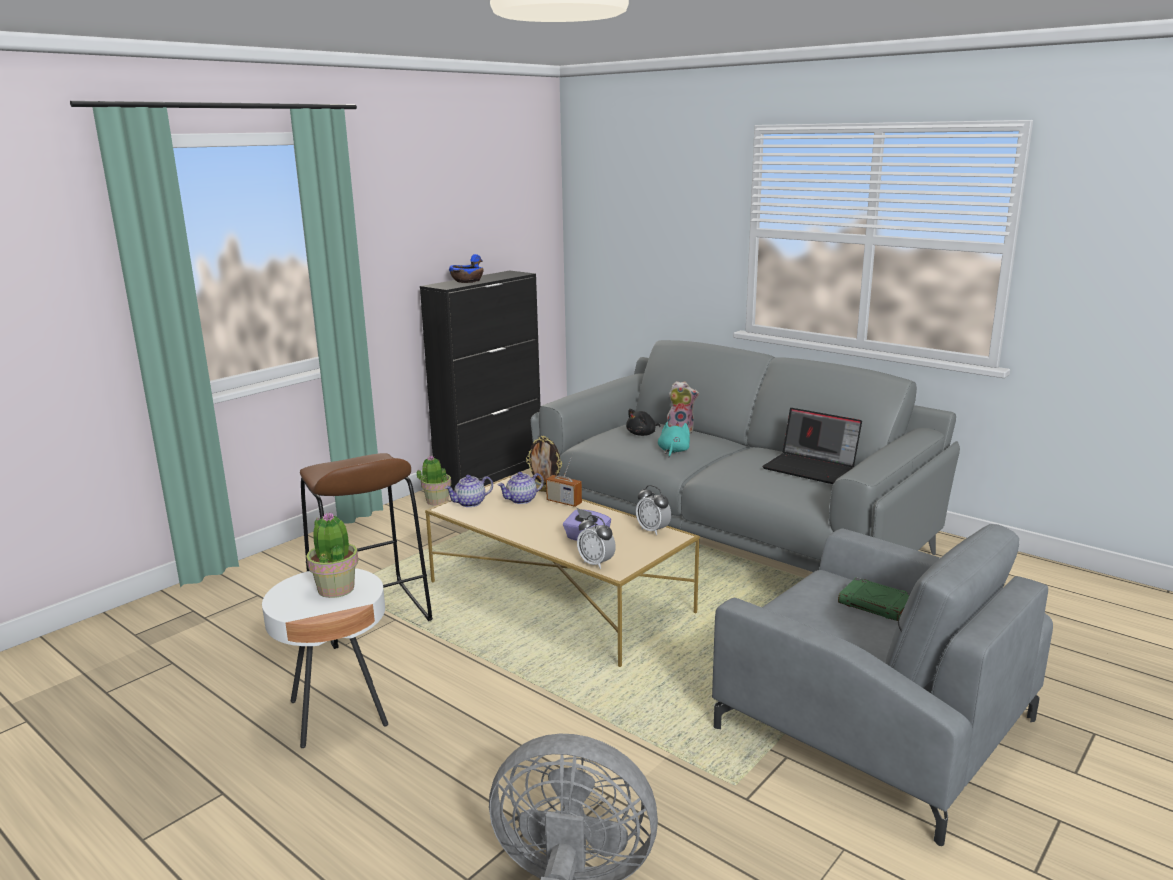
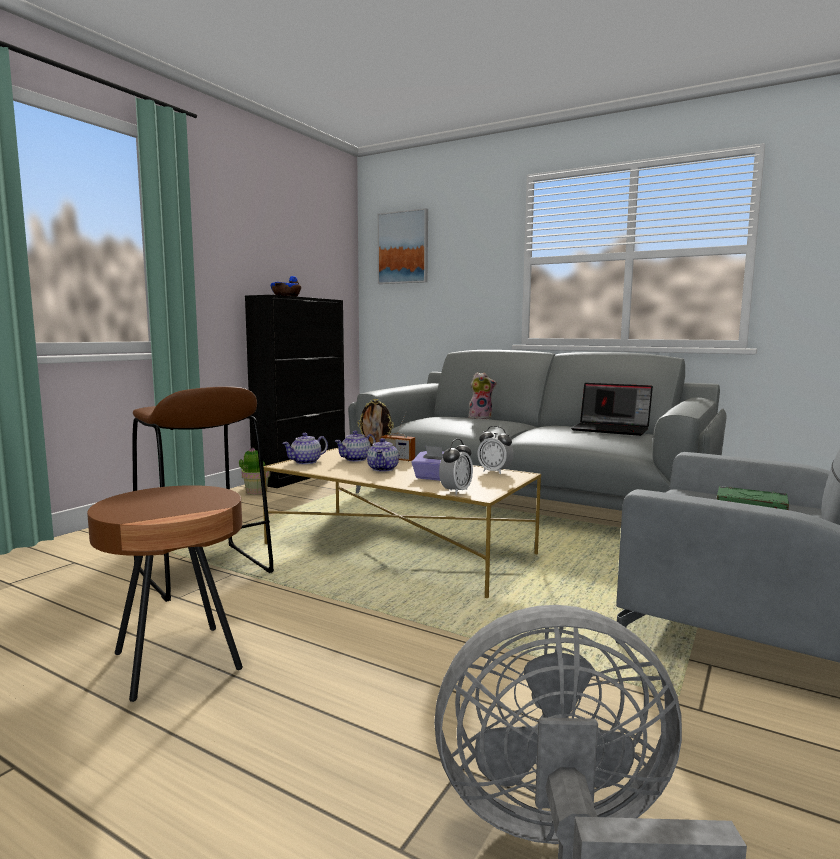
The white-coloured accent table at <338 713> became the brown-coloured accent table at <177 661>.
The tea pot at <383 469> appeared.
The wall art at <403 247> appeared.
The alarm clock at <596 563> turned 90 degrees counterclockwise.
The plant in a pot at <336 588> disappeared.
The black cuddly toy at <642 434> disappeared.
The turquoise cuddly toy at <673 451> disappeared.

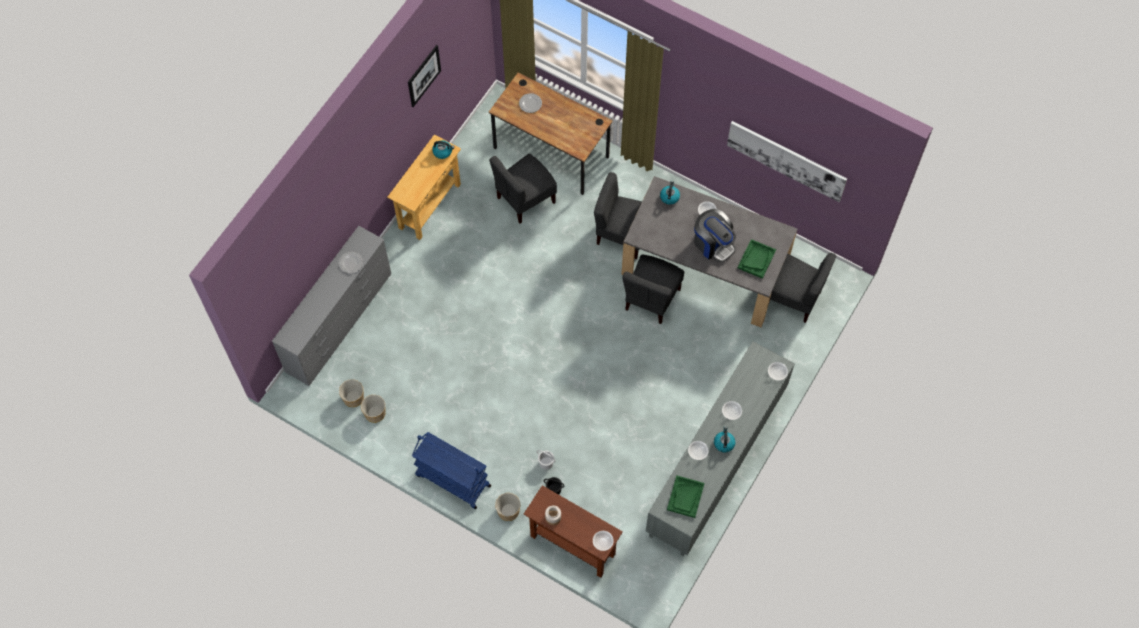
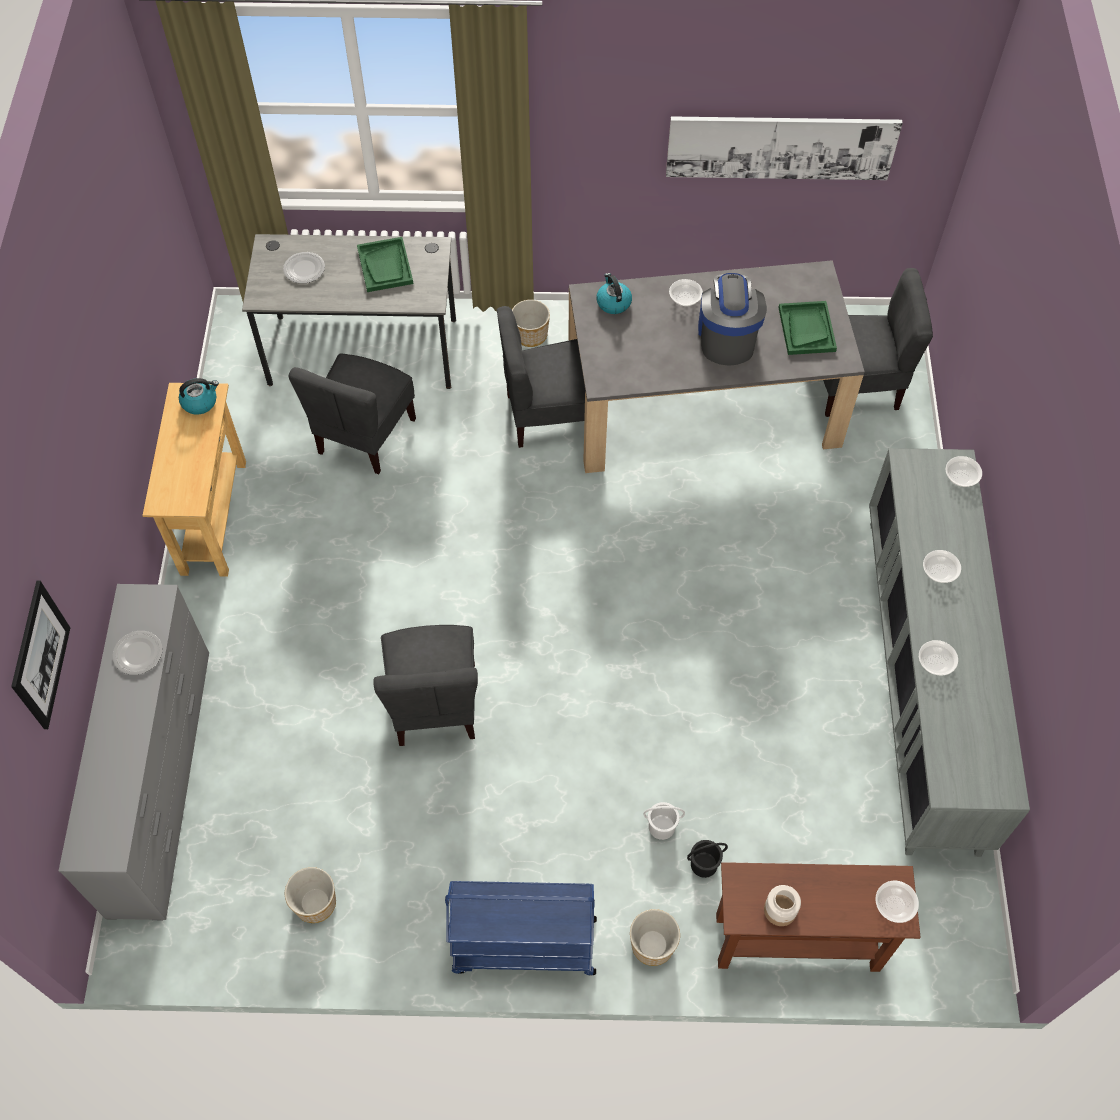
The wall art moved from <424 75> to <40 655>.
The brown-coloured desk unit at <551 152> became the gray desk unit at <363 351>.
The greenish carrying tray moved from <685 497> to <385 266>.
The gray chair moved from <651 299> to <435 704>.
The plant pot moved from <353 398> to <530 335>.
The coffee brewer at <713 243> turned 105 degrees counterclockwise.
The water kettle at <724 443> disappeared.

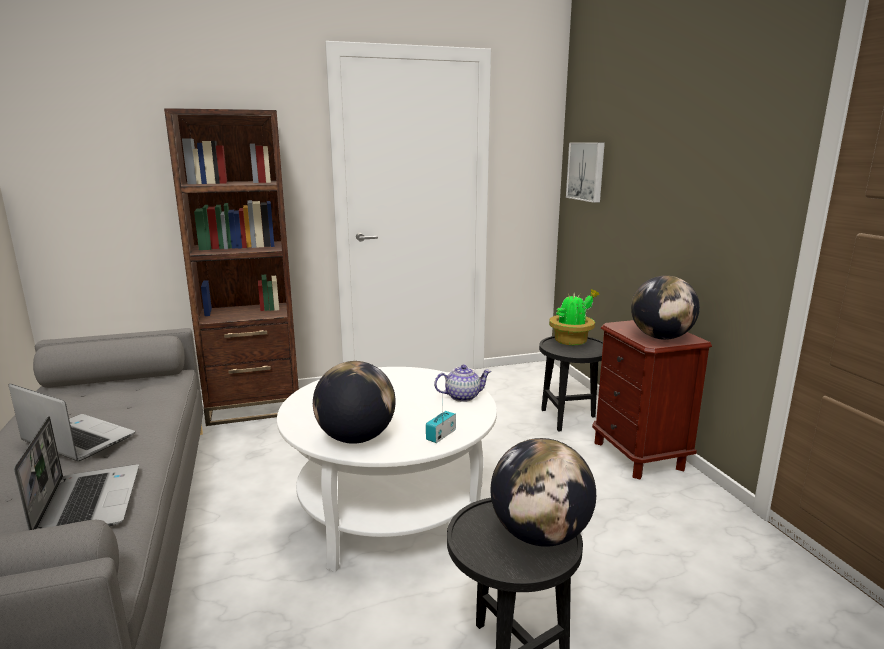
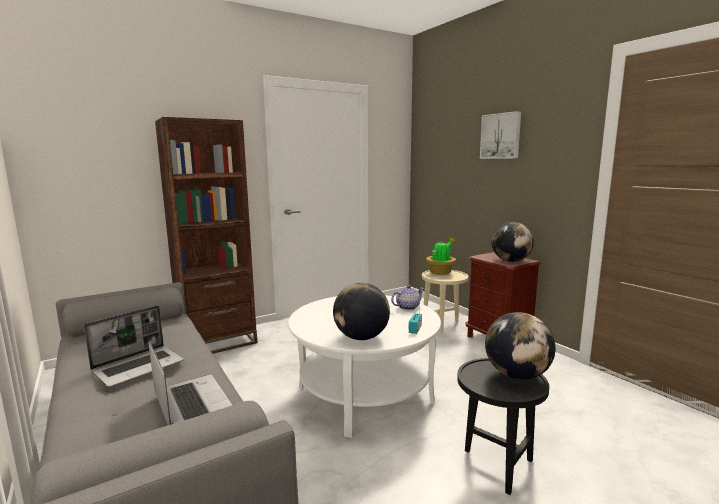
The laptop at <77 439> turned 120 degrees clockwise.
The black accent table at <569 418> became the beige accent table at <443 324>.
The wall art moved from <587 171> to <501 136>.

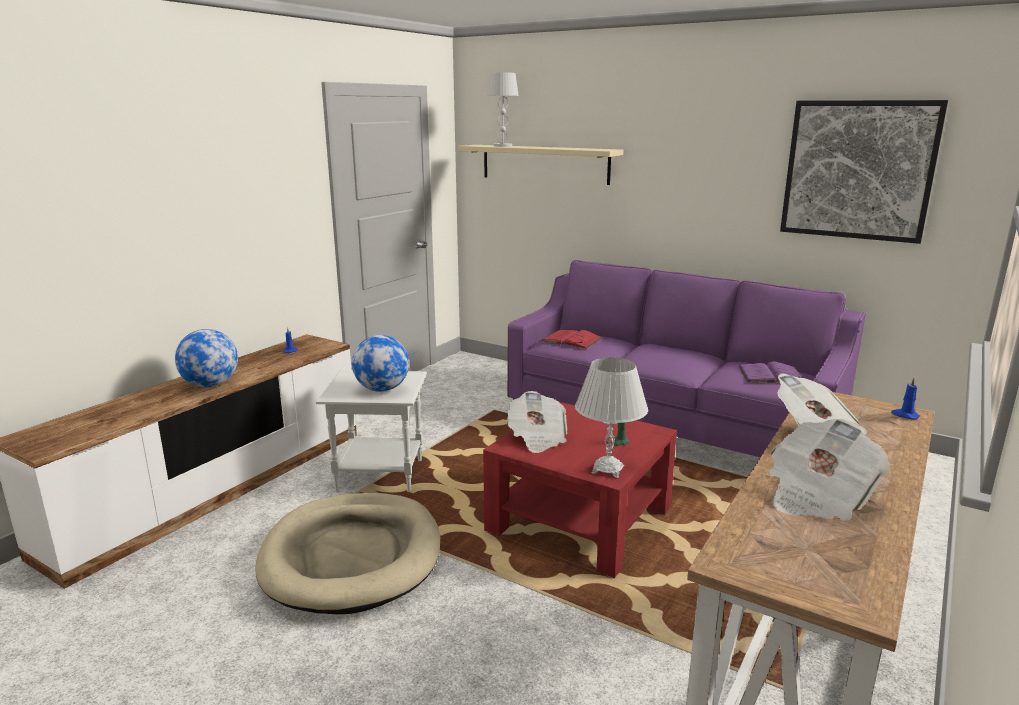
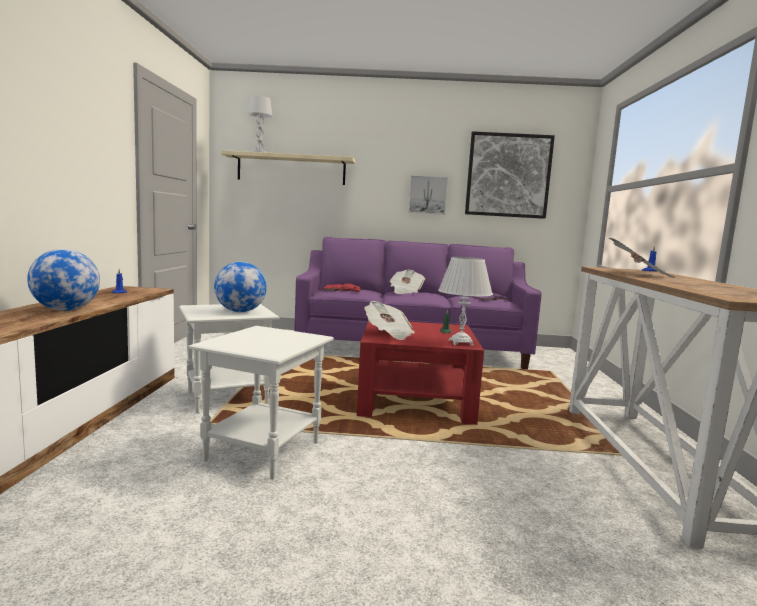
The beige pet bed at <352 556> was replaced by the white-coloured accent table at <264 451>.
The printed paper moved from <817 496> to <405 292>.
The wall art at <427 195> appeared.

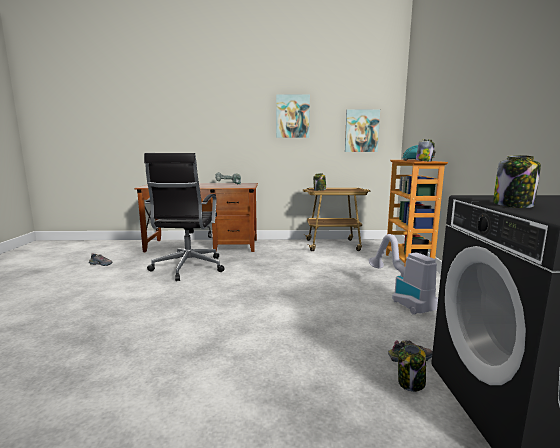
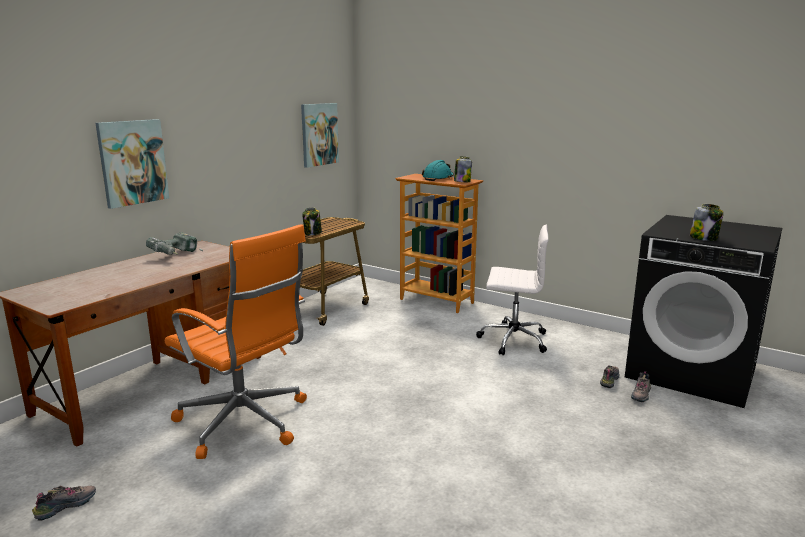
The wall art moved from <292 116> to <132 162>.
The black computer chair at <187 268> became the orange computer chair at <245 423>.
The vacuum cleaner at <401 300> was replaced by the white-coloured computer chair at <512 340>.
The preserve jar at <411 383> was replaced by the low shoe at <641 395>.

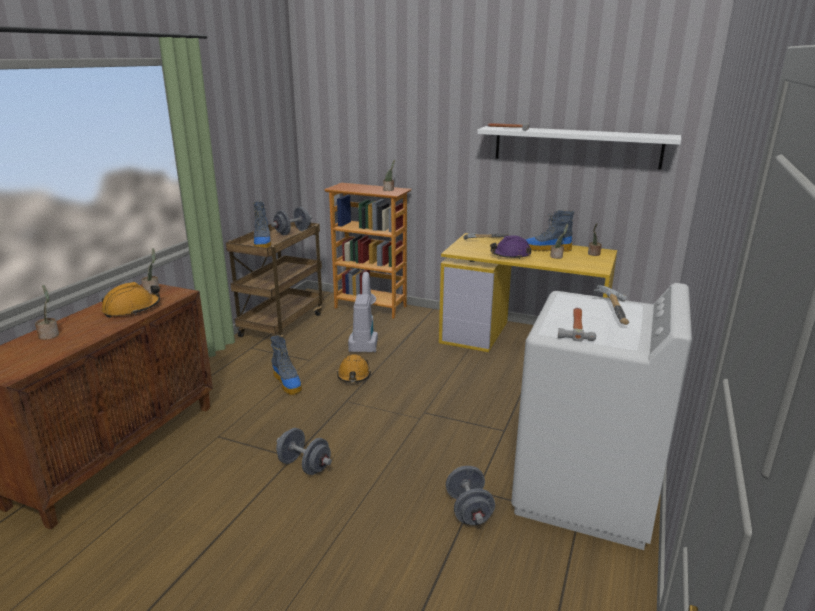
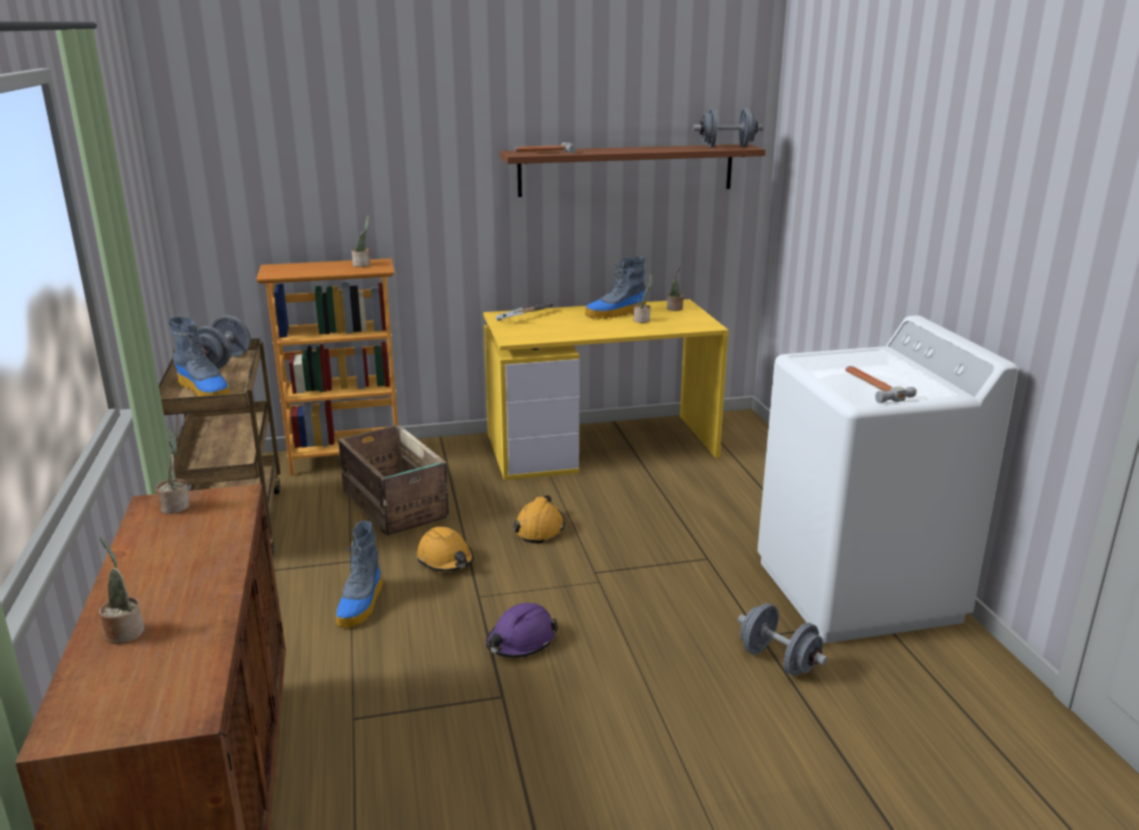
The boot at <287 383> turned 75 degrees clockwise.
The vacuum cleaner at <364 339> was replaced by the crate at <395 505>.
The purplish safety helmet moved from <510 255> to <521 641>.
The white-coloured bracket shelf at <576 147> became the brown-coloured bracket shelf at <626 170>.
The orange safety helmet moved from <132 309> to <539 528>.
The gray hand weight moved from <304 465> to <727 147>.
The tool hammer at <617 312> disappeared.

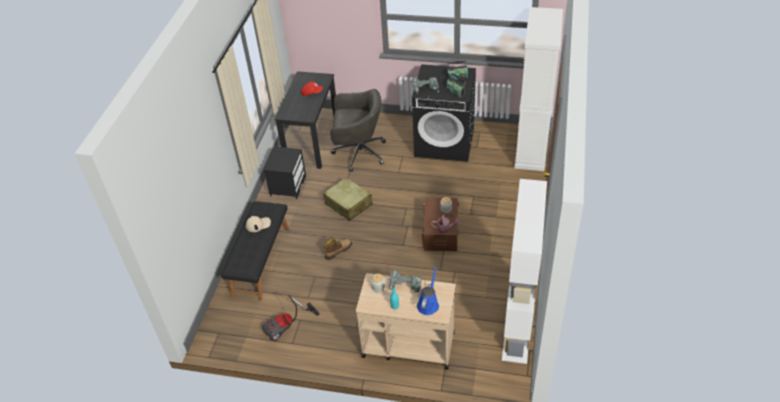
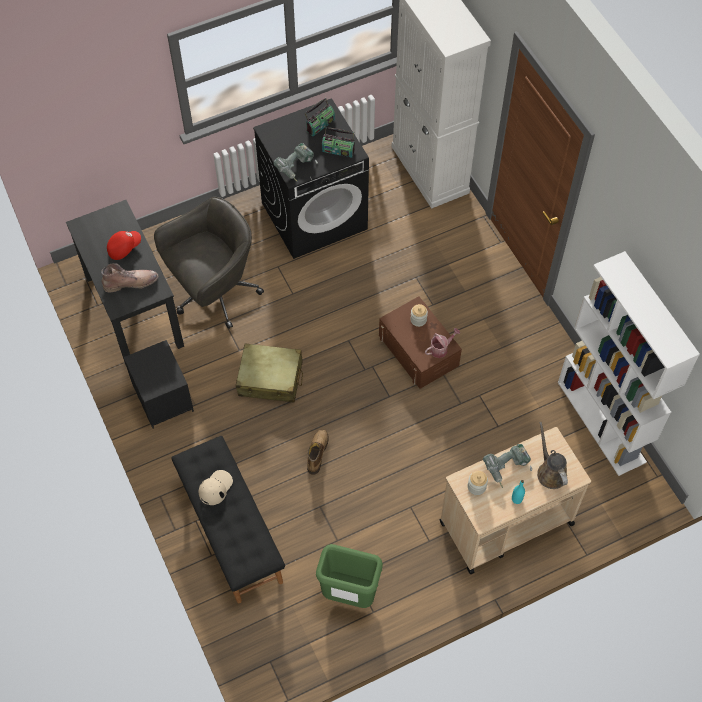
The brown-coloured boot at <131 282> appeared.
The vacuum cleaner at <288 327> was replaced by the greenish waste bin at <348 594>.
The bluish watering can at <428 304> became the brown-coloured watering can at <550 472>.

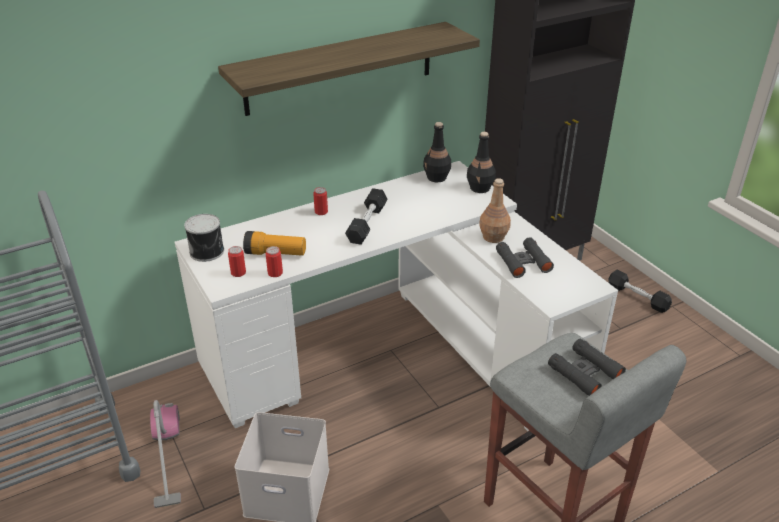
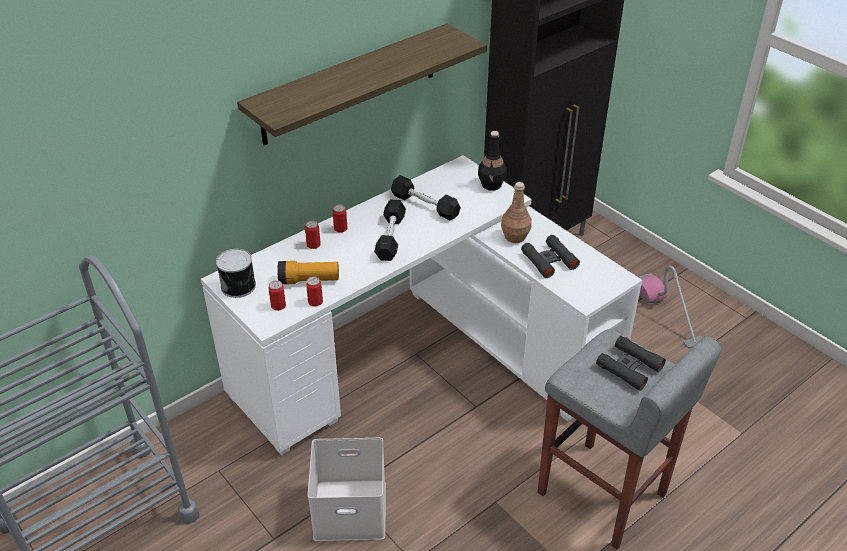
The can at <313 245> appeared.
The black hand weight moved from <637 297> to <425 205>.
The vacuum cleaner moved from <167 457> to <667 314>.
The black drink bottle at <437 177> disappeared.

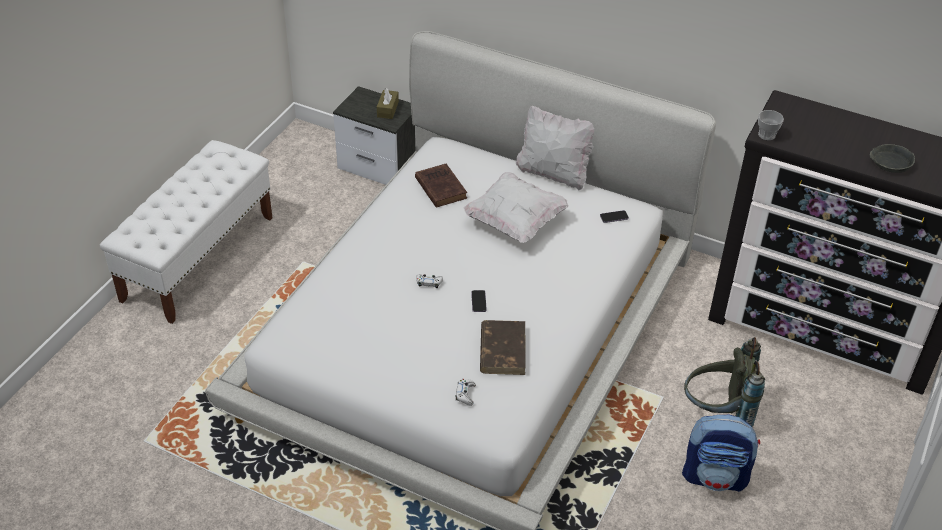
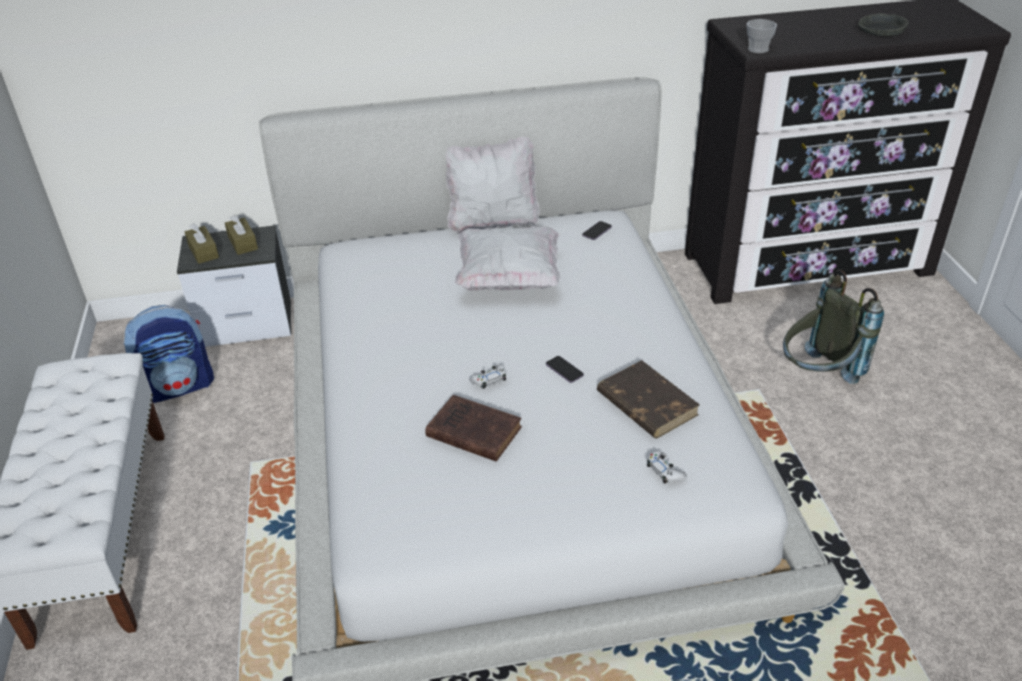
The backpack moved from <715 476> to <179 386>.
The brown-coloured tissue box at <203 251> appeared.
The brown-coloured bound book moved from <440 187> to <471 431>.

